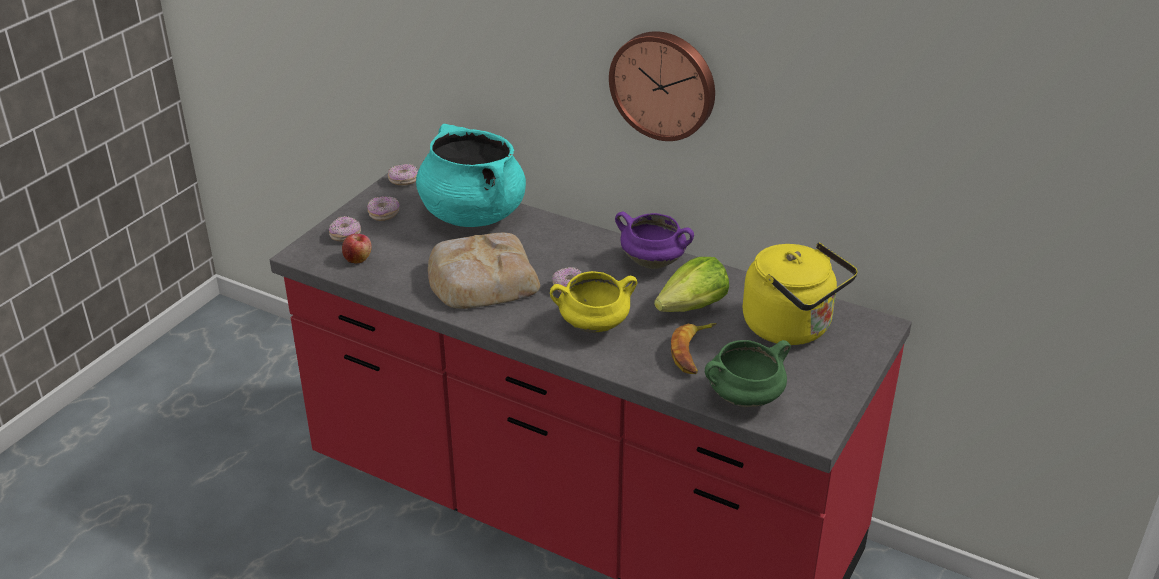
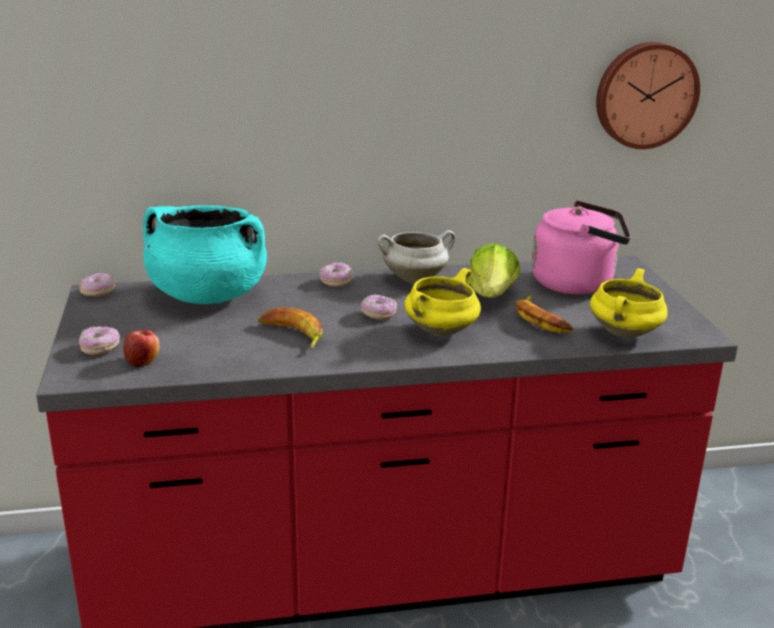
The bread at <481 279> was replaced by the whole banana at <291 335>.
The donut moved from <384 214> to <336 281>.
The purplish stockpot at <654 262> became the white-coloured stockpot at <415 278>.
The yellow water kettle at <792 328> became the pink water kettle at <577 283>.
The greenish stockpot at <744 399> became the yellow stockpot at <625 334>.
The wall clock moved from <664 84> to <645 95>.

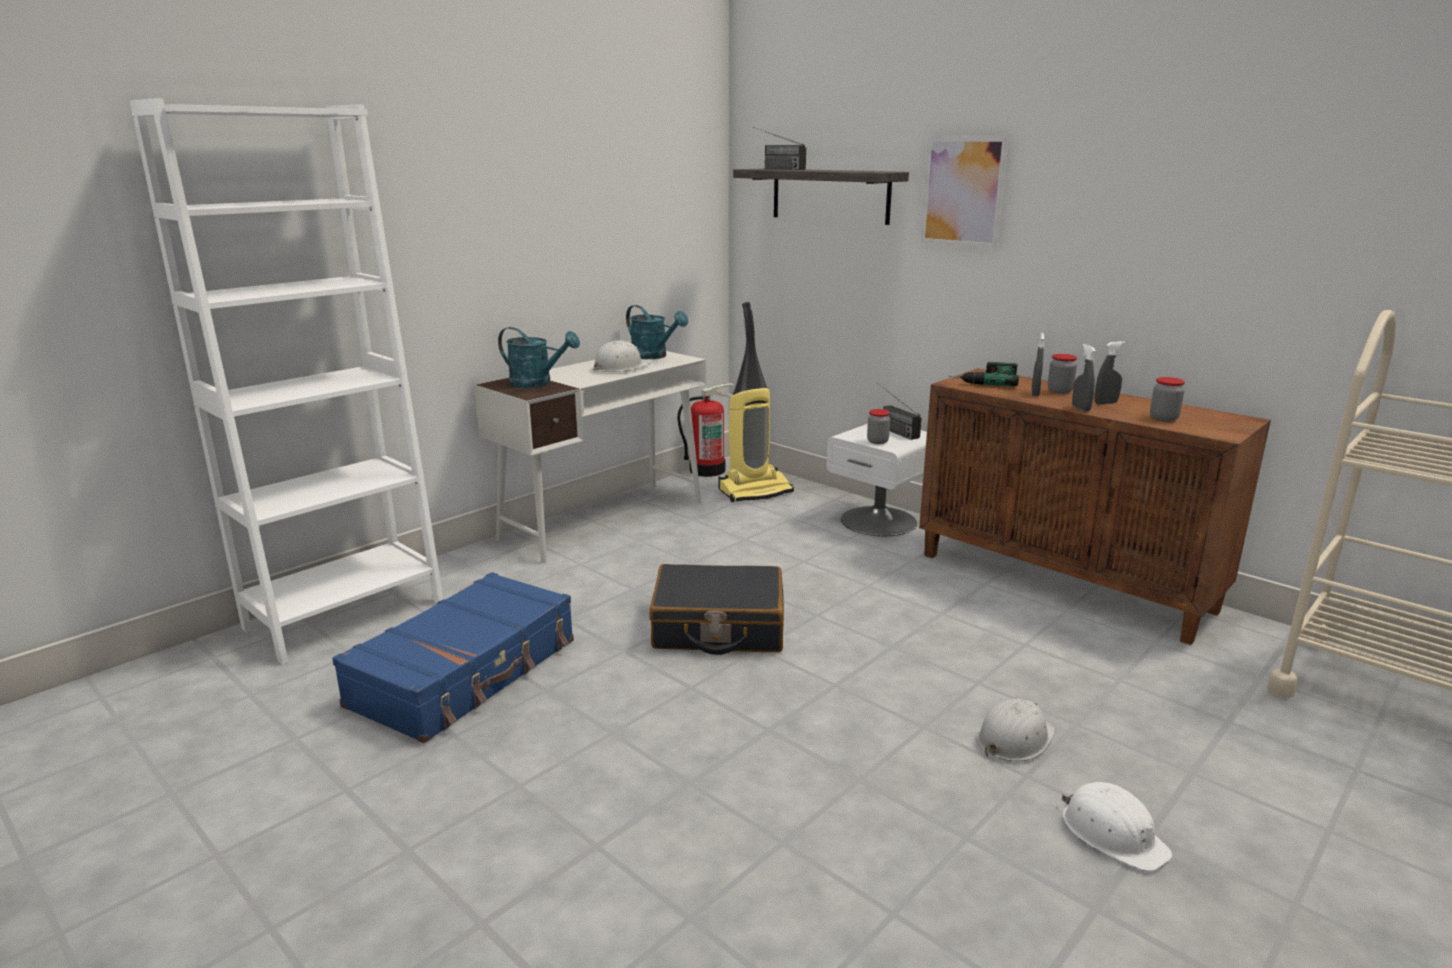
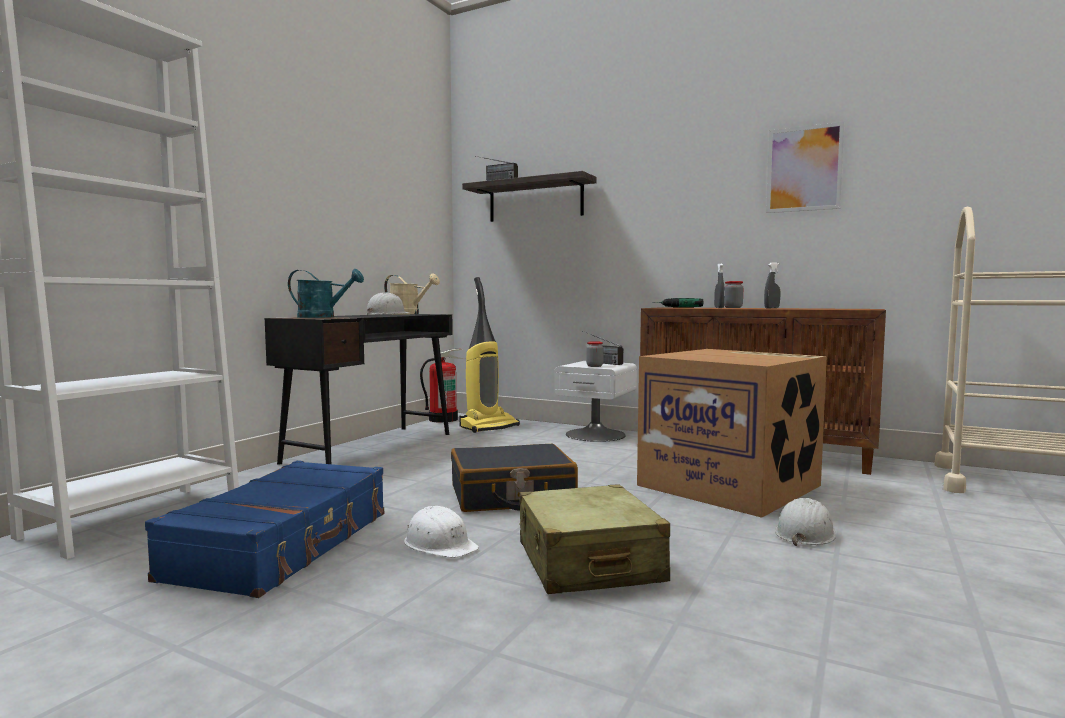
The white-coloured desk unit at <604 520> became the black desk unit at <372 447>.
The turquoise watering can at <654 356> became the beige watering can at <409 314>.
The white-coloured safety helmet moved from <1112 834> to <440 544>.
The beige travel case at <588 562> appeared.
The cardboard box at <731 485> appeared.
The wall art moved from <963 192> to <804 169>.
The gray spray bottle at <1080 408> disappeared.
The preserve jar at <1163 418> disappeared.

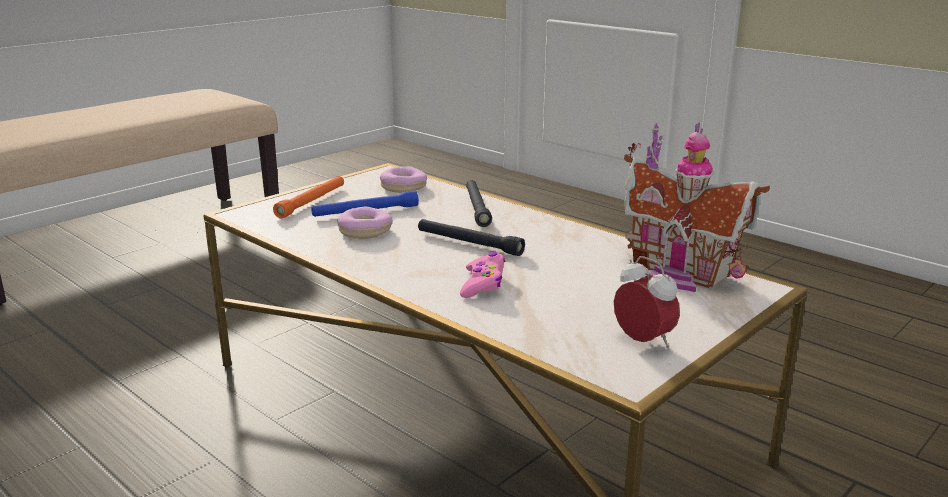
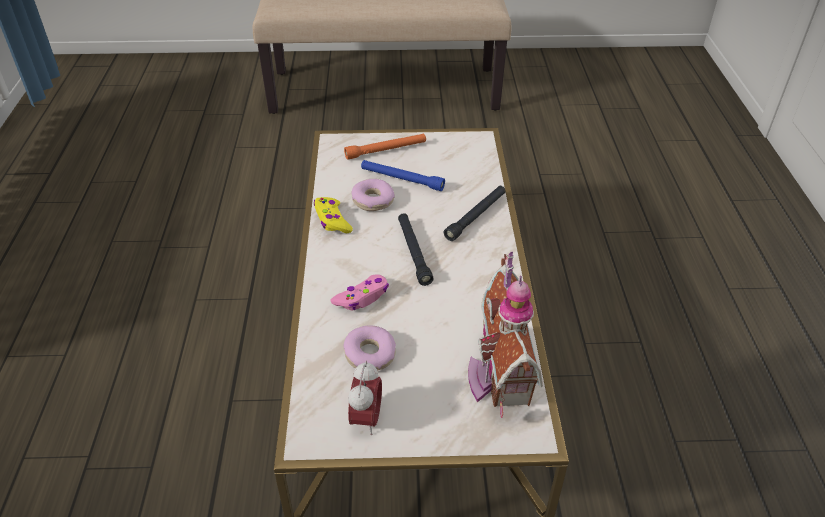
The yellow joypad at <332 220> appeared.
The donut moved from <403 187> to <370 354>.

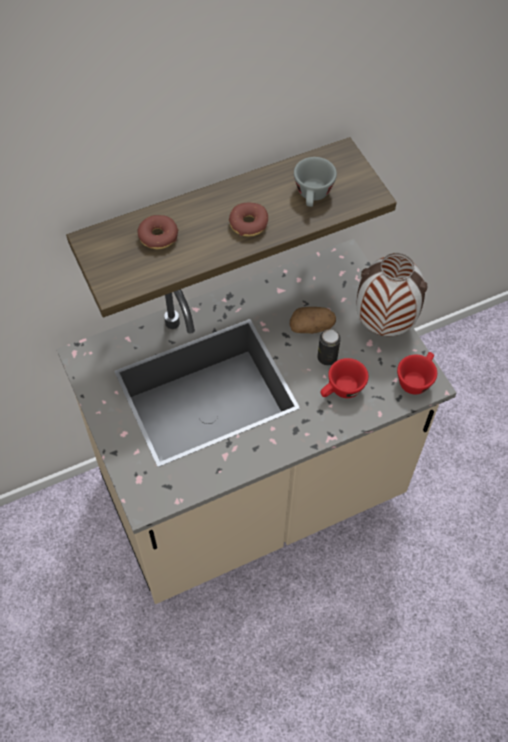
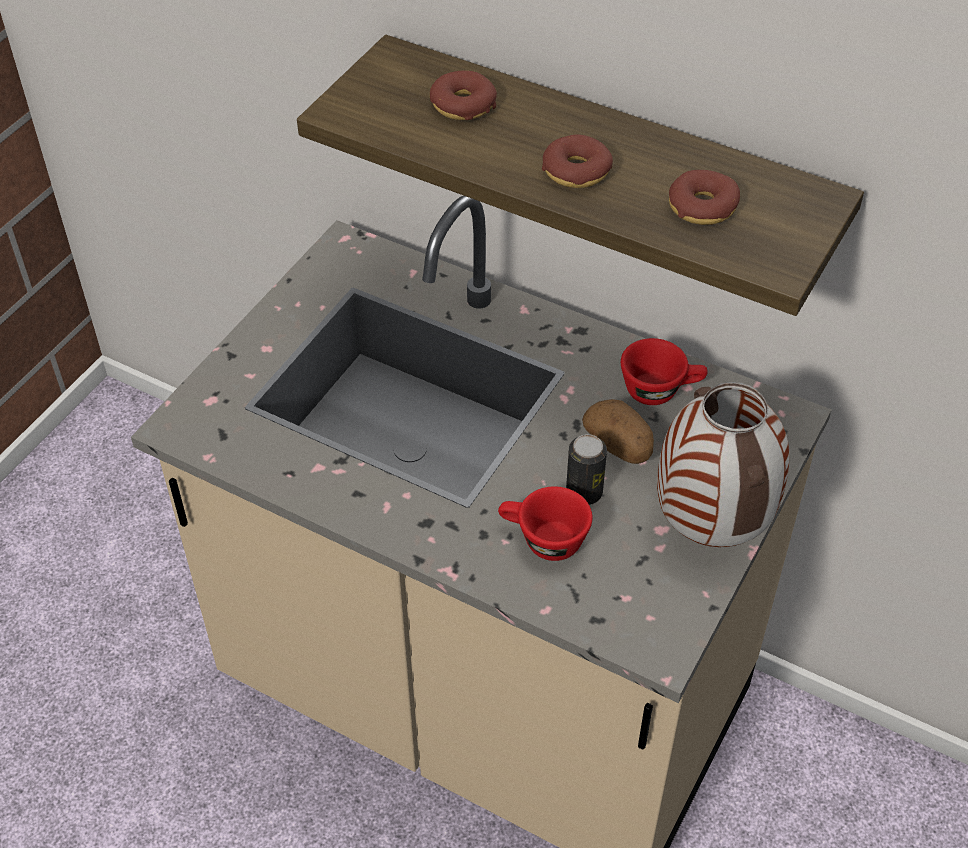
The reddish cup moved from <415 379> to <660 390>.
The gray cup at <313 196> was replaced by the donut at <702 207>.

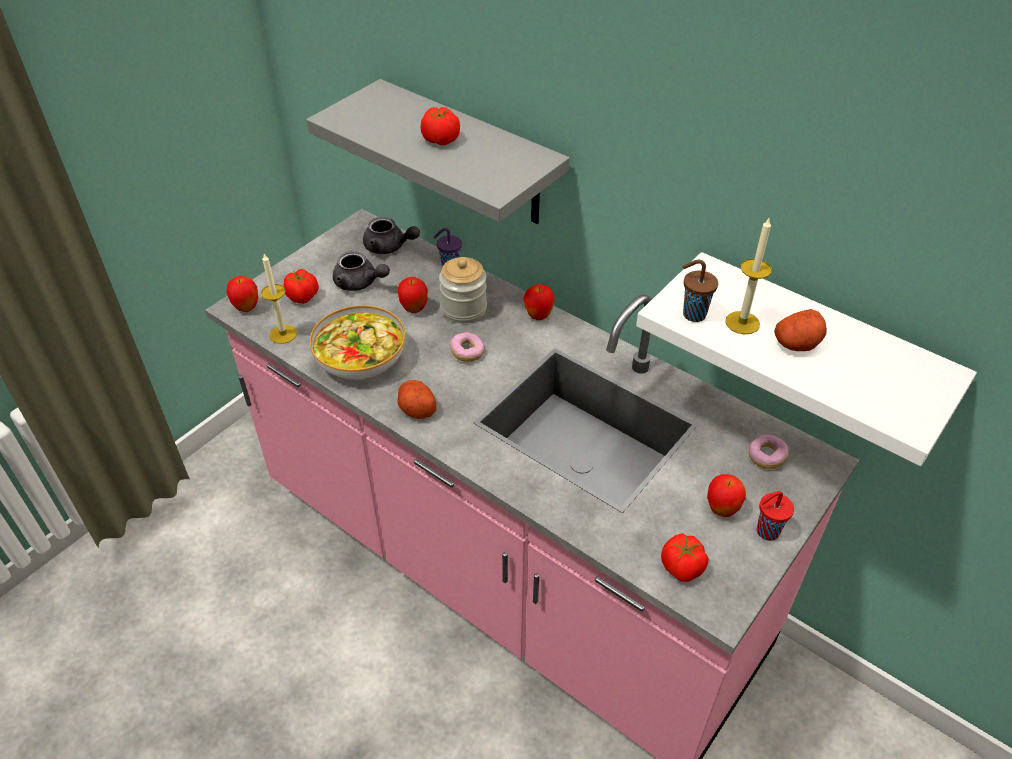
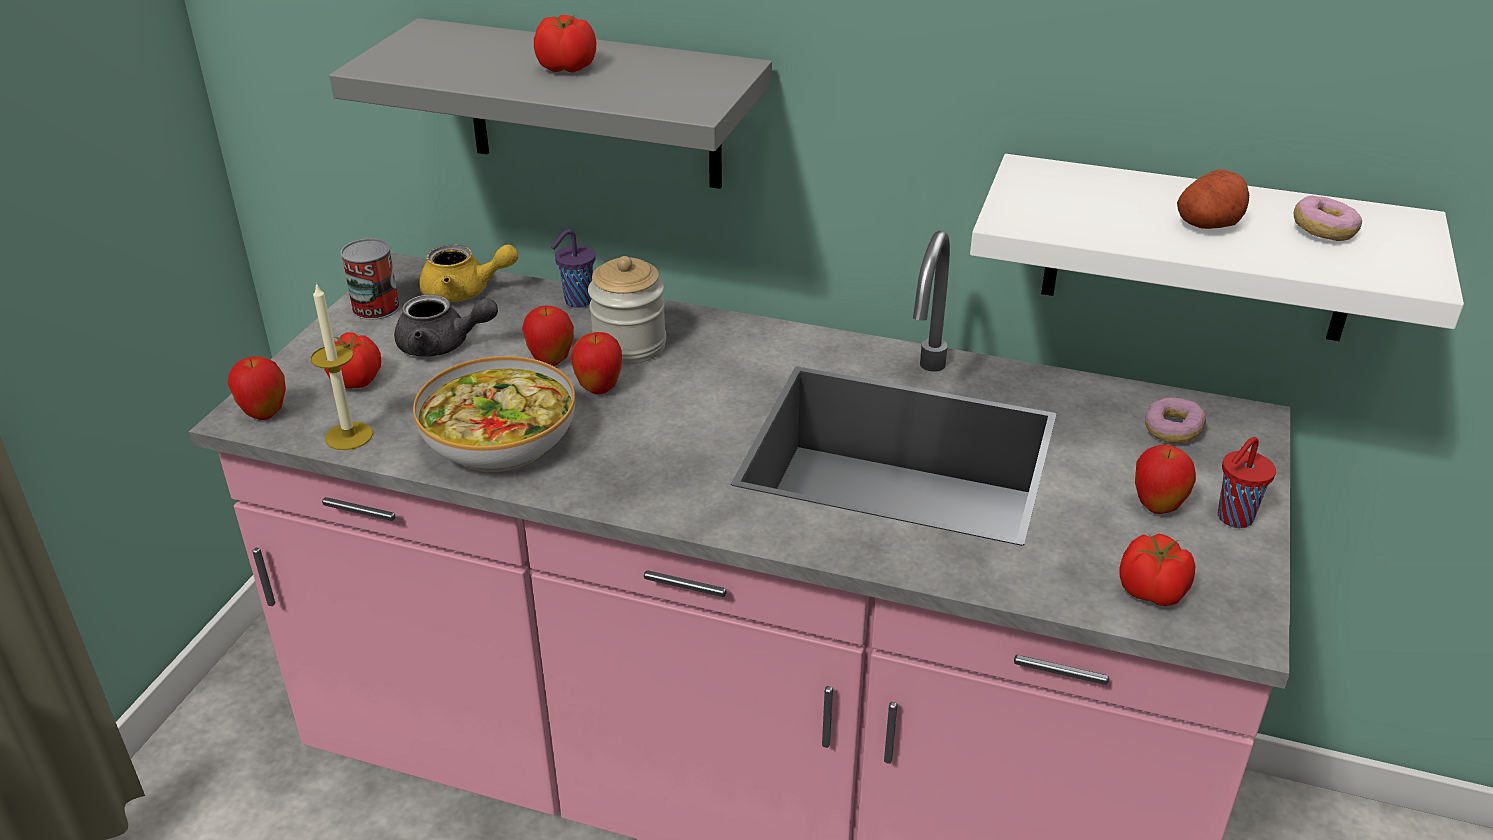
The can at <376 307> appeared.
The gray tea pot at <389 247> became the yellow tea pot at <465 292>.
The apple moved from <538 316> to <599 389>.
The donut moved from <467 353> to <1323 231>.
The spud at <416 408> disappeared.
The brown-coloured cup at <692 314> disappeared.
The candle at <742 322> disappeared.

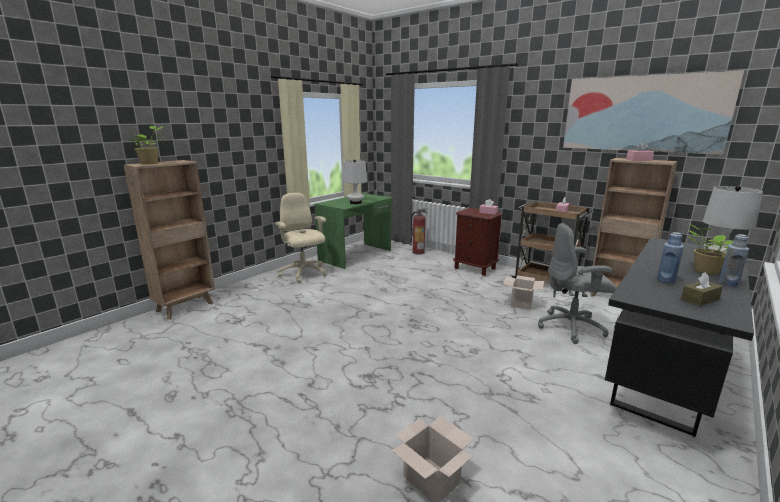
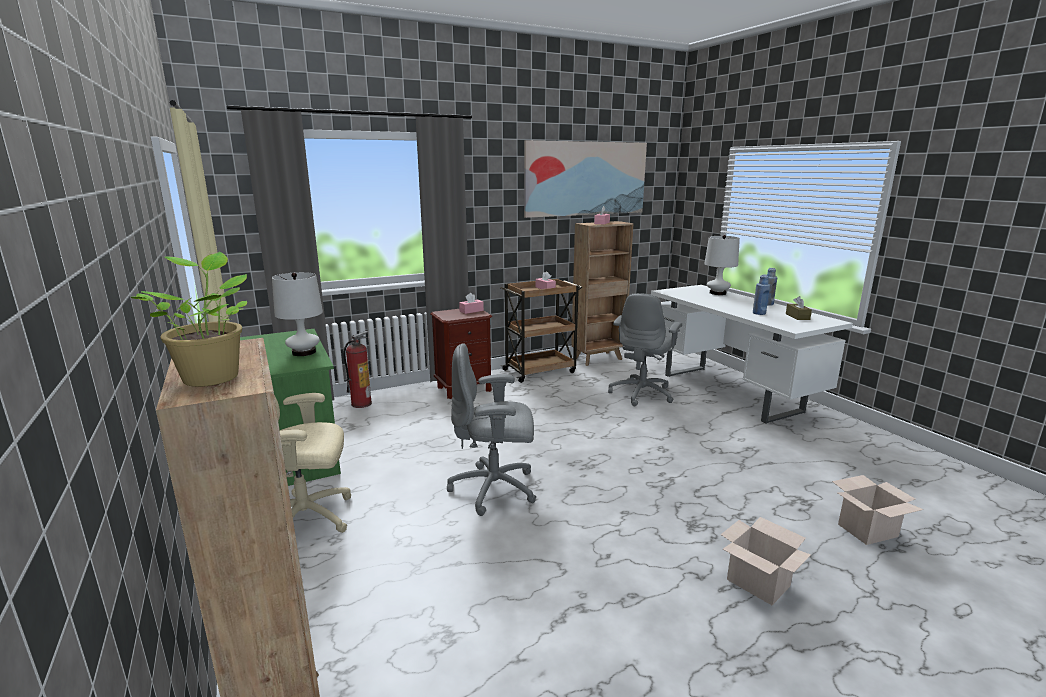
The gray computer chair at <495 489> appeared.
The black desk unit at <663 376> became the white-coloured desk unit at <730 392>.
The cardboard box moved from <521 303> to <756 582>.
The plant in a pot at <703 270> disappeared.

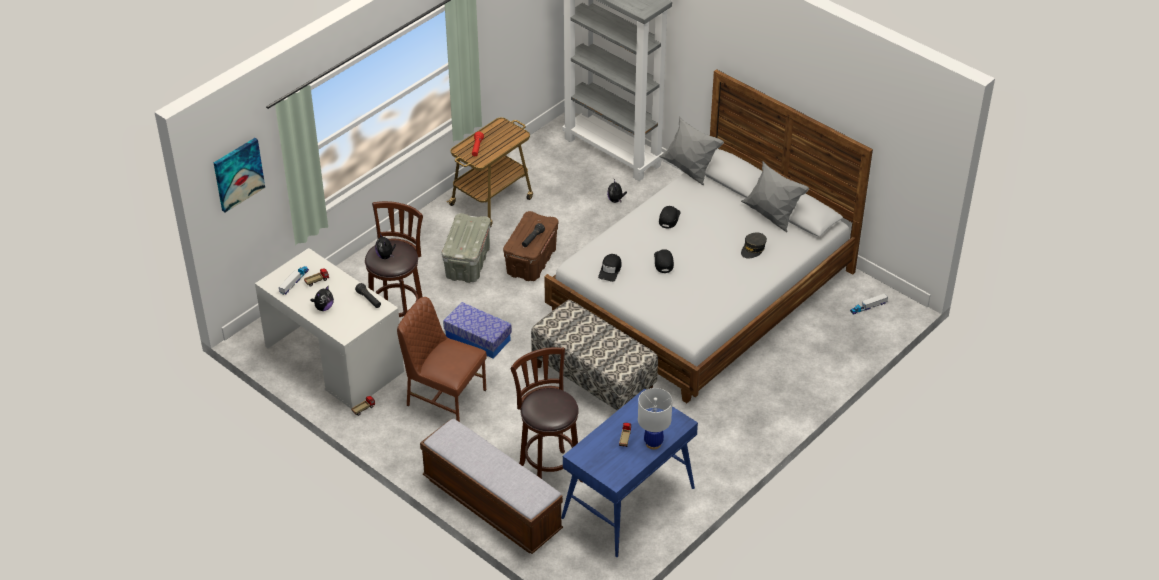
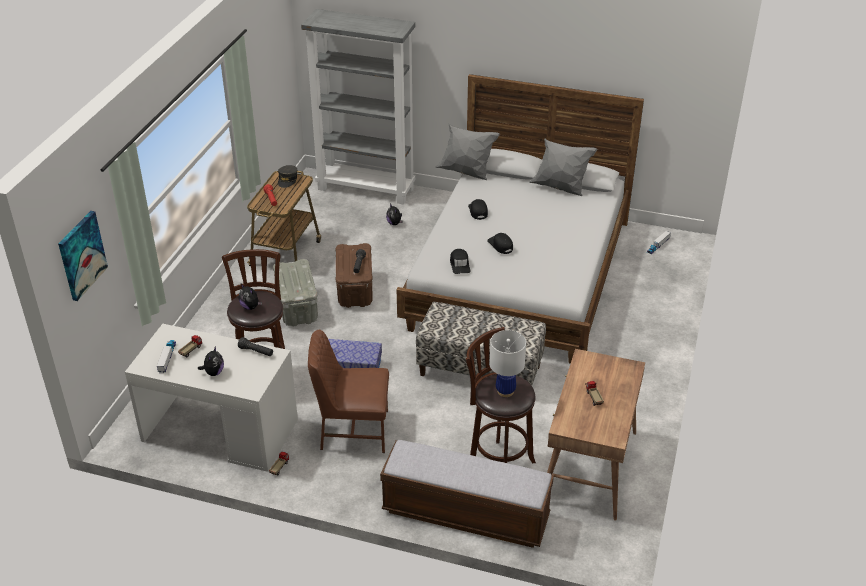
The gray baseball cap moved from <753 249> to <287 180>.
The white-coloured lamp for a table moved from <653 443> to <505 391>.
The bluish desk unit at <628 504> became the brown-coloured desk unit at <589 467>.

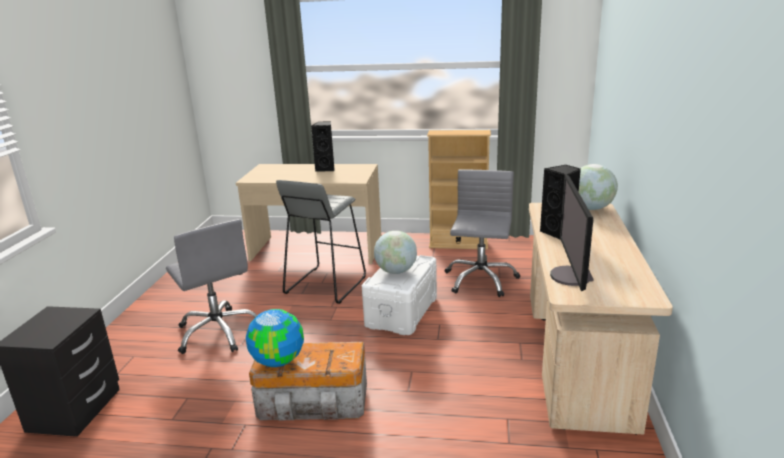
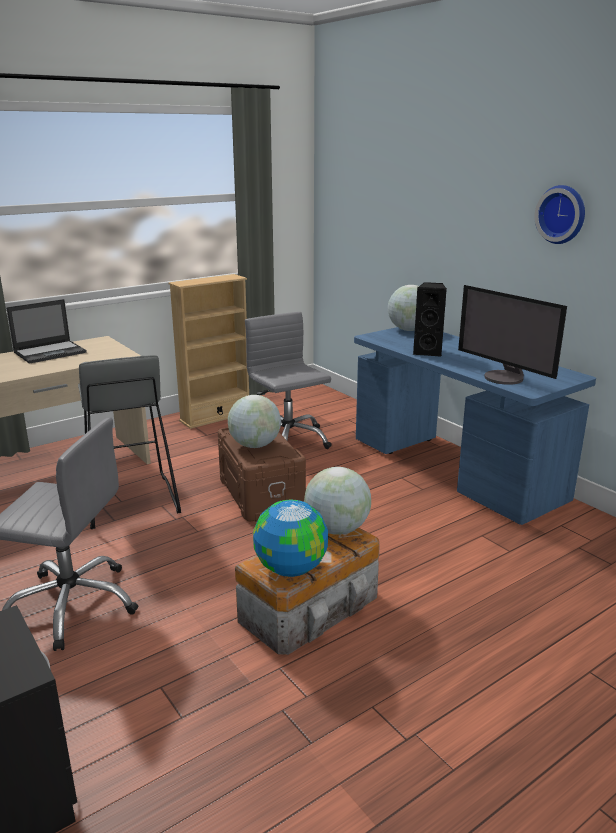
The black speaker at <326 169> was replaced by the laptop at <50 352>.
The white-coloured storage bin at <402 312> became the brown-coloured storage bin at <262 494>.
The world globe at <336 529> appeared.
The beige desk unit at <576 356> became the bluish desk unit at <454 470>.
The wall clock at <562 214> appeared.

